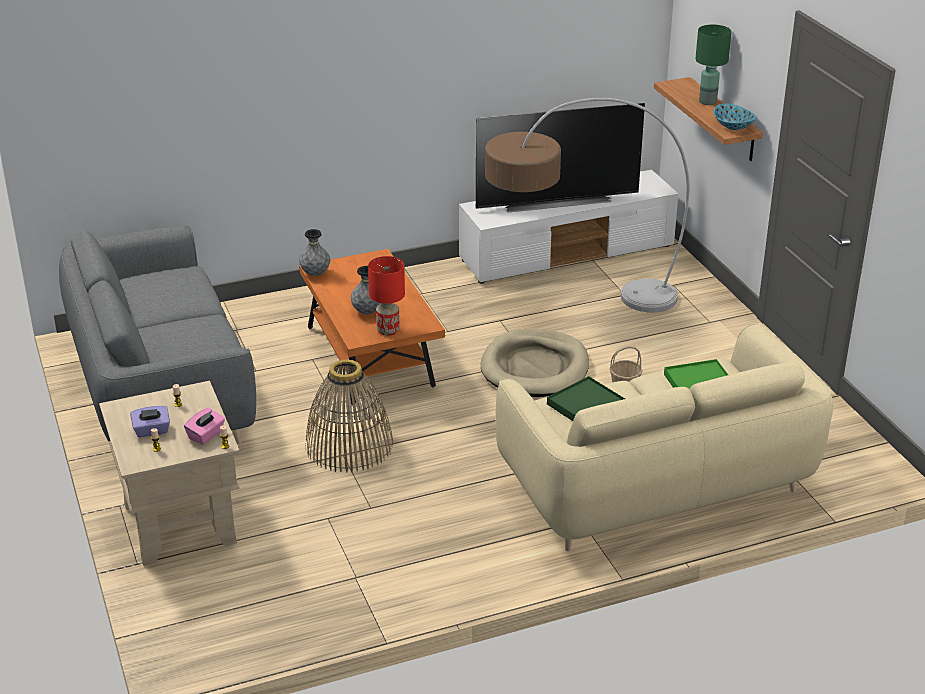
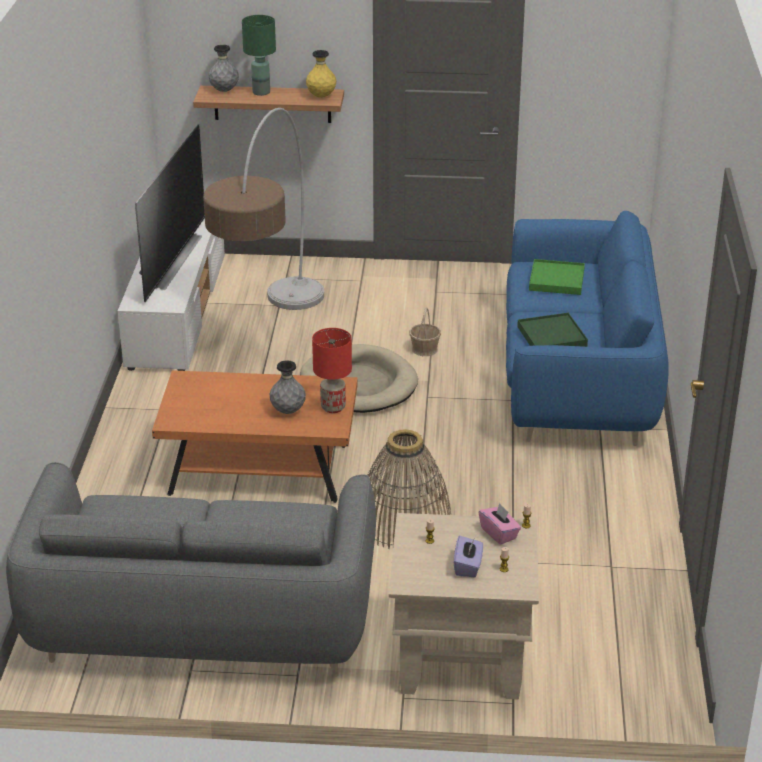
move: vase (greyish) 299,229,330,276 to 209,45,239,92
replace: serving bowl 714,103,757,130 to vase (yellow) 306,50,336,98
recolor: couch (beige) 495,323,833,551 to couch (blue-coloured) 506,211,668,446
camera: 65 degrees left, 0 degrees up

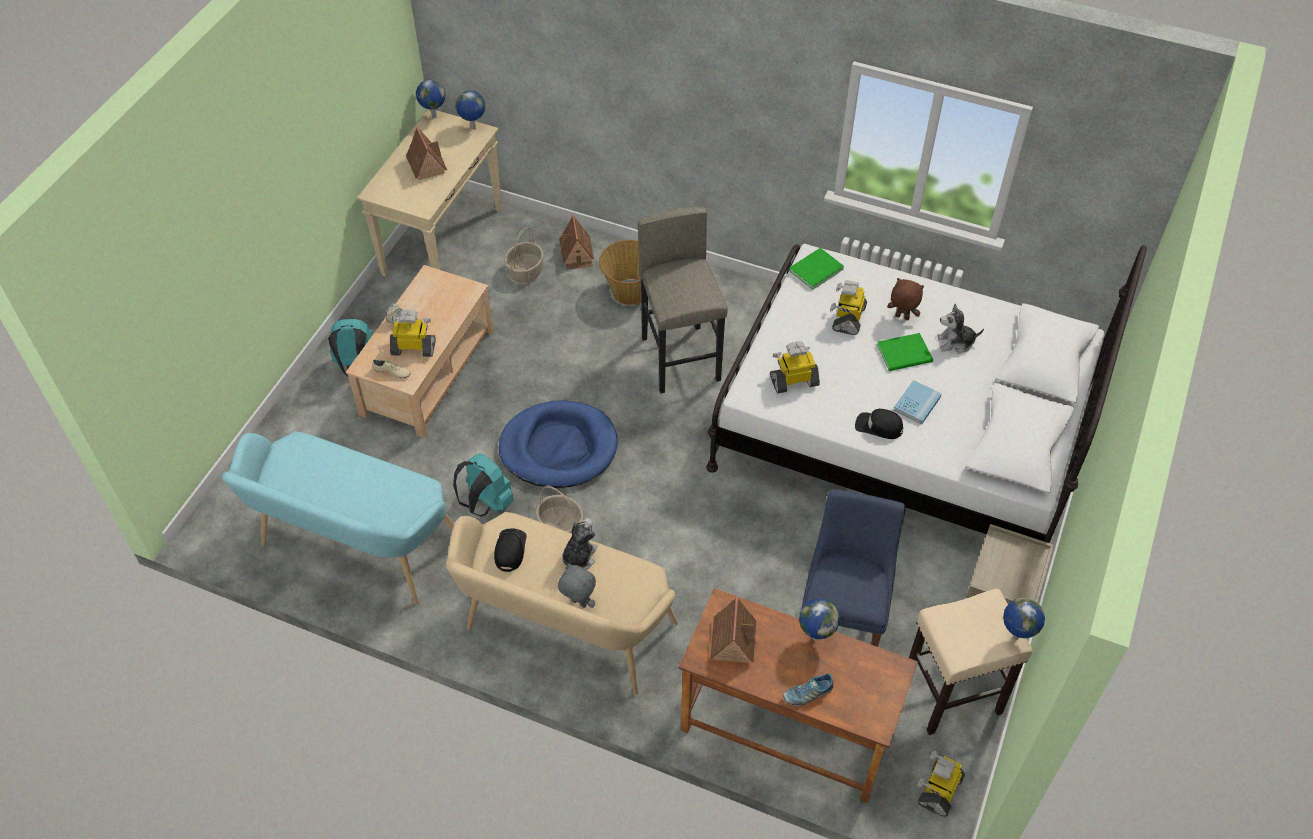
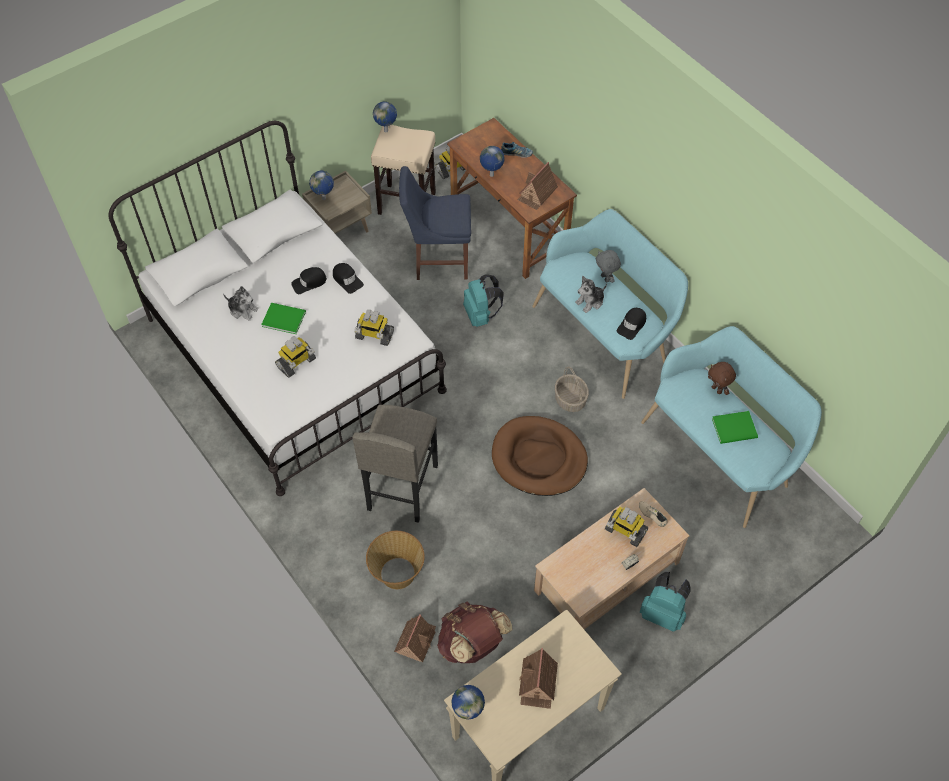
move: globe 416,79,446,119 to 309,171,334,200; knapsack (blue-green) 453,453,514,516 to 463,274,504,327; soft toy (brown) 887,278,924,320 to 708,362,736,395; volume (greenish) 788,248,844,290 to 712,411,758,444
replace: volume (blue-coloured) 893,380,942,424 to cap (black) 291,267,327,294; household basket 504,227,544,283 to knapsack (brown) 437,602,512,663
recolor: dog bed (blue-coloured) 499,400,618,488 to dog bed (brown) 492,416,588,496; bench (beige) 446,512,678,695 to bench (blue-green) 532,209,688,399
rotate: chair (blue-coloured) 802,489,905,647 = 399,166,471,280 45 degrees clockwise
camera: 150 degrees left, 5 degrees up

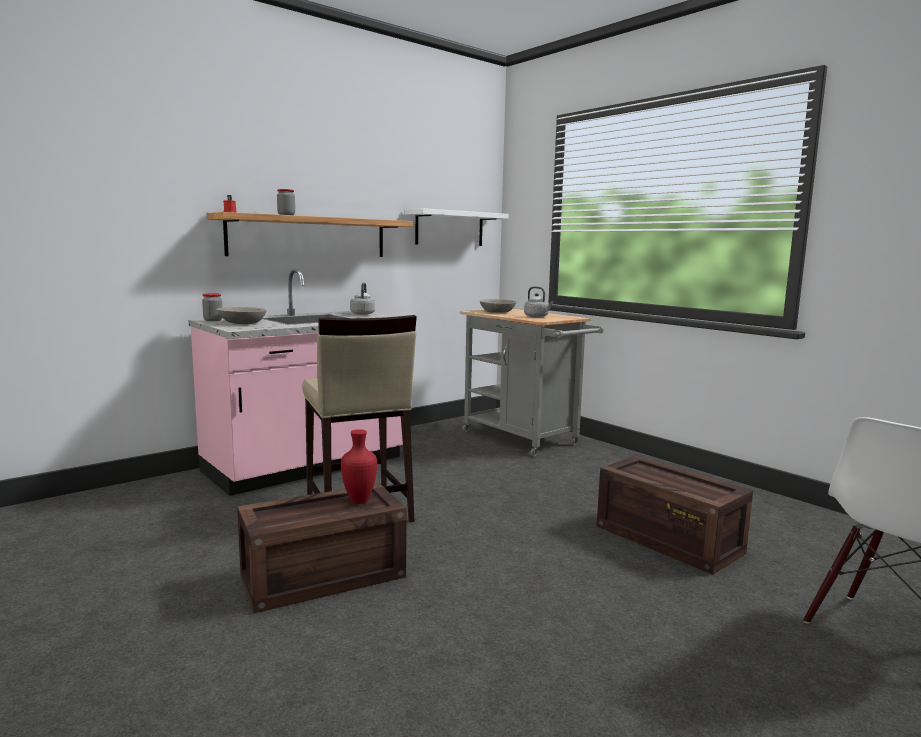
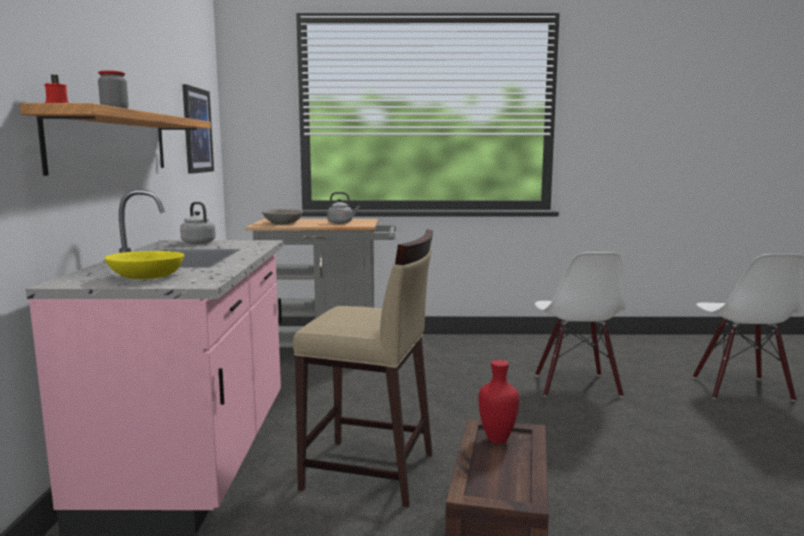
delete: jar 202,293,222,321
replace: wall shelf (whitish) 405,208,509,246 to wall picture 182,84,214,174; crate 597,456,753,575 to chair (whitish) 535,252,626,397
recolor: serving bowl (greyish) 216,307,267,324 to serving bowl (yellow) 104,251,184,279
camera: 50 degrees left, 0 degrees up

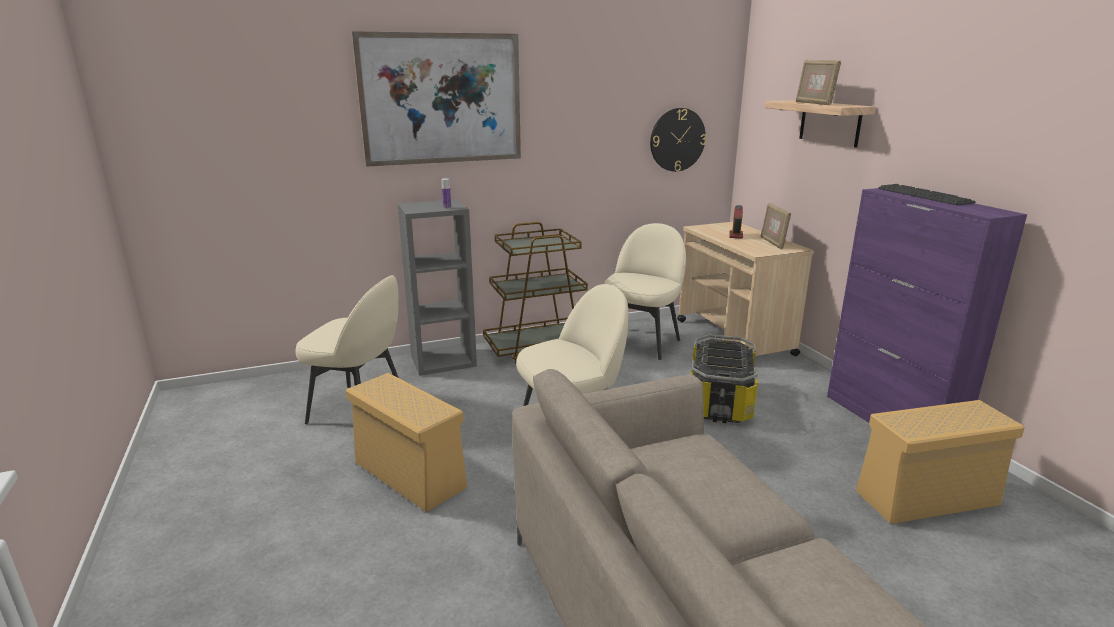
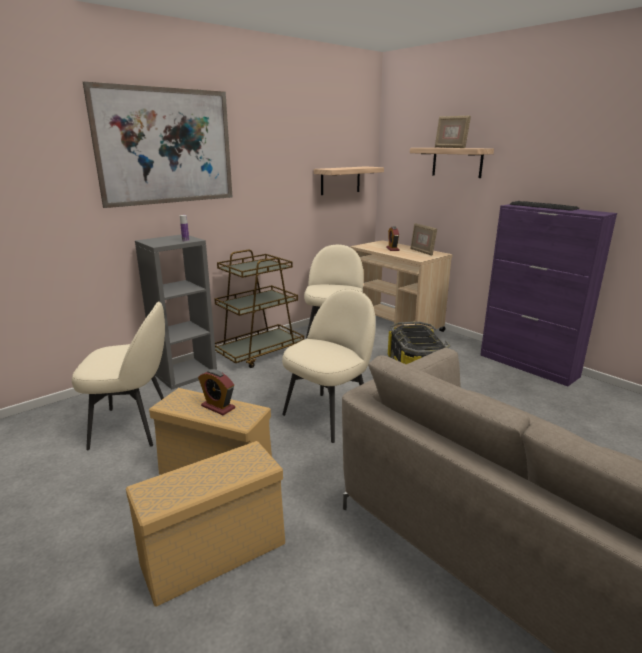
insert: bedside clock 198,369,235,415
move: storage box (beige) 856,400,1025,524 to 126,441,285,607
replace: hanging clock 650,108,706,172 to wall shelf 314,166,384,195
camera: 20 degrees left, 0 degrees up

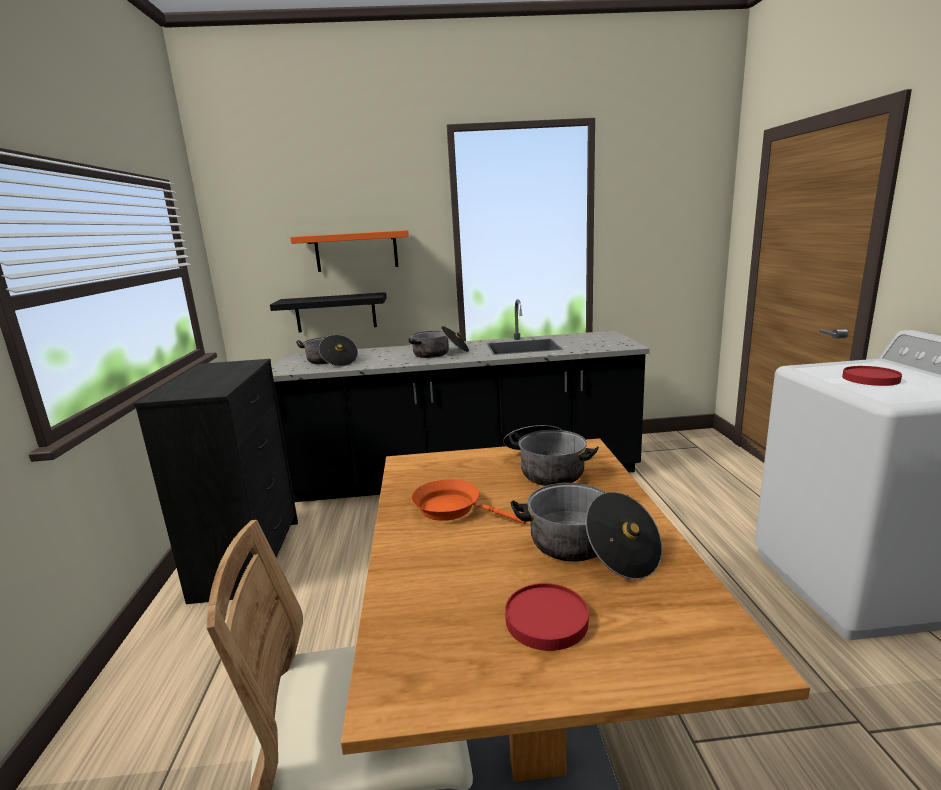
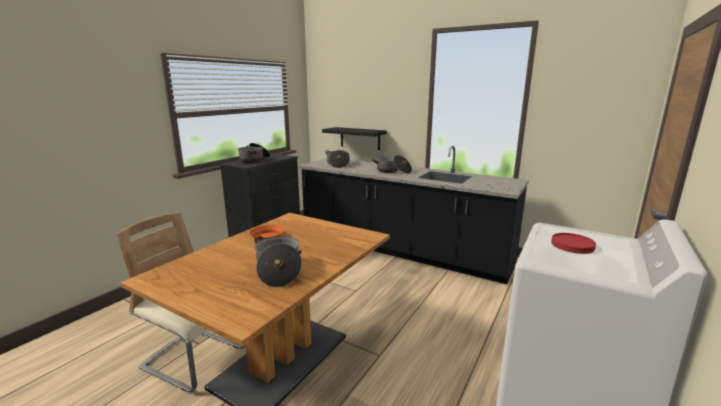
delete: wall shelf (orange) 290,230,409,272; dinner plate (red-coloured) 505,583,589,651
move: stockpot 503,425,599,486 to 238,143,270,163
camera: 35 degrees right, 0 degrees up

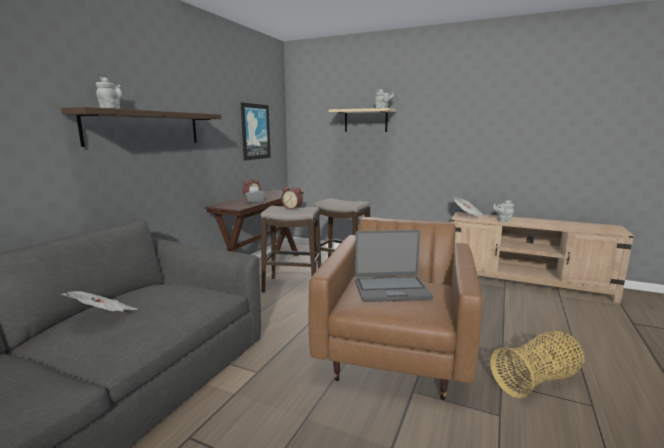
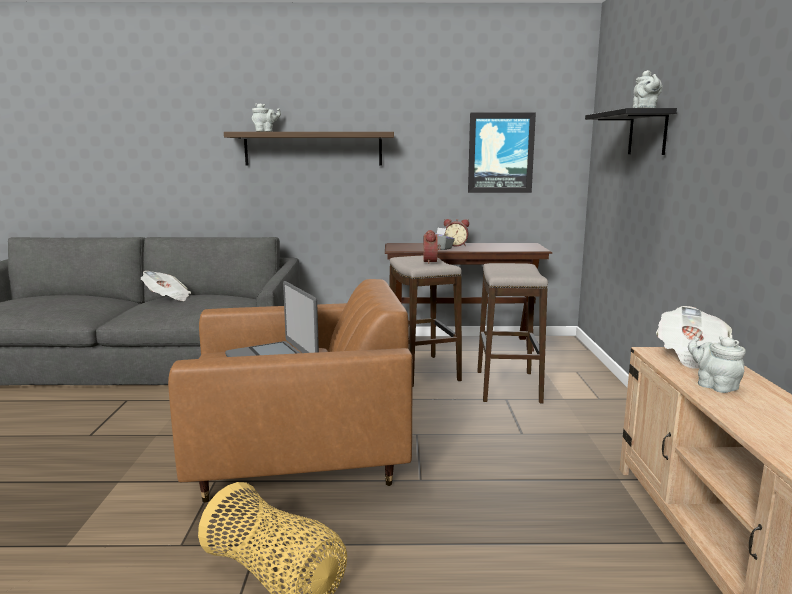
recolor: wall shelf (beige) 329,108,396,132 to wall shelf (black) 585,108,677,155
camera: 65 degrees right, 0 degrees up

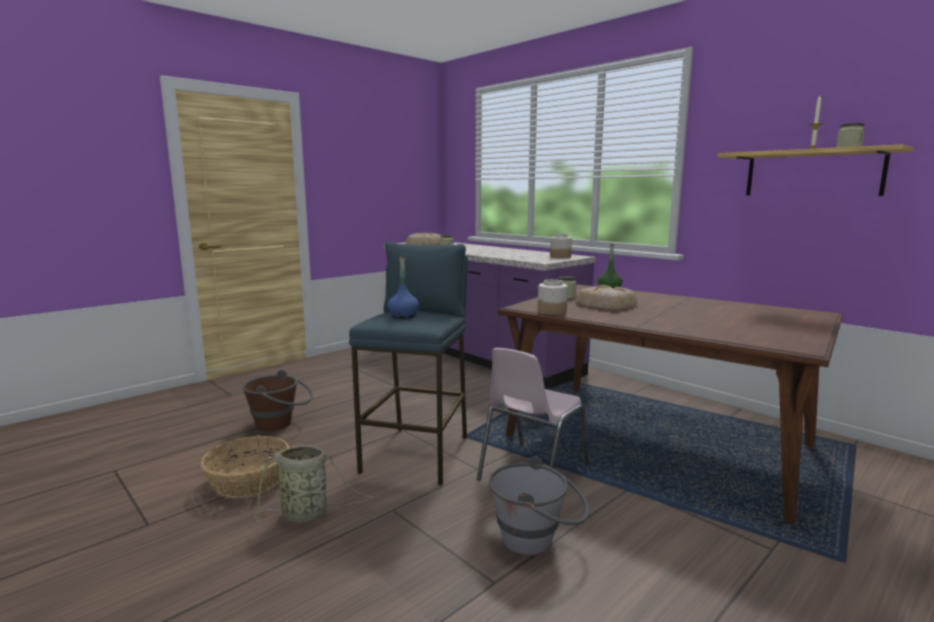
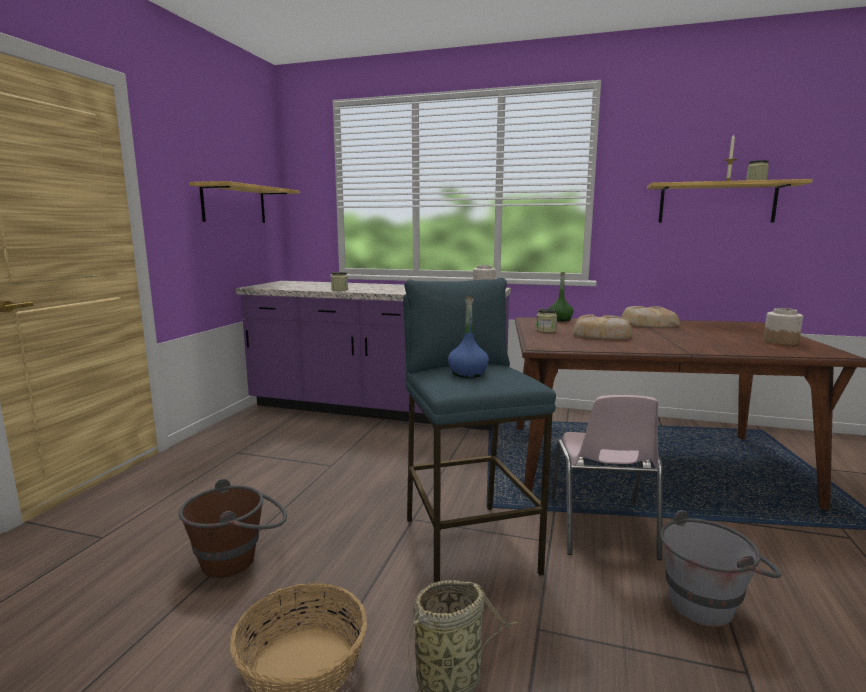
insert: wall shelf 189,181,300,223
move: bread 406,233,441,245 to 621,306,680,327; jar 538,279,568,315 to 763,308,803,345
camera: 30 degrees left, 0 degrees up

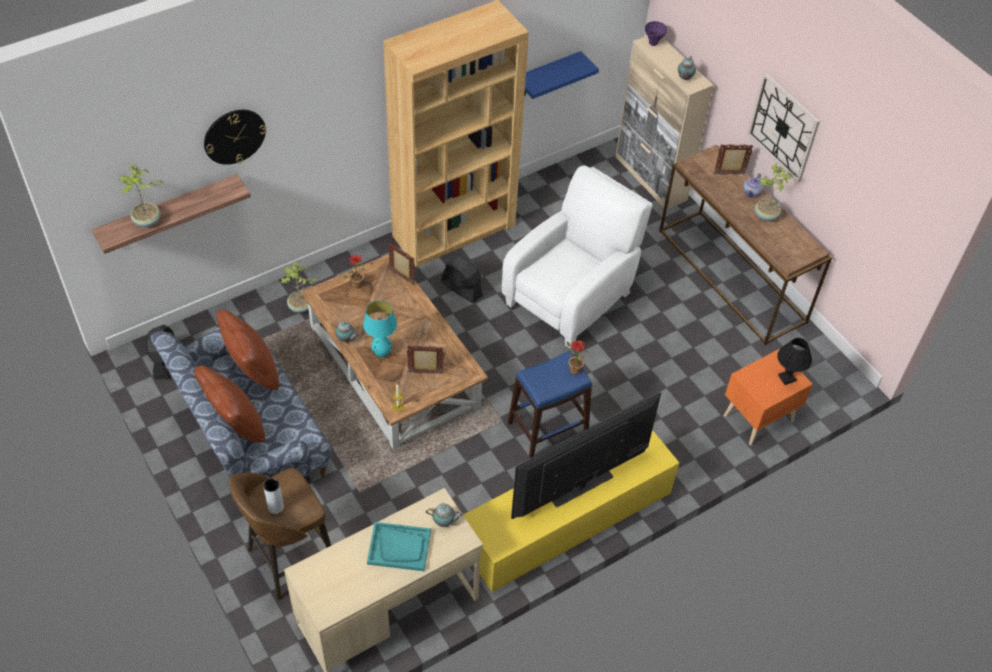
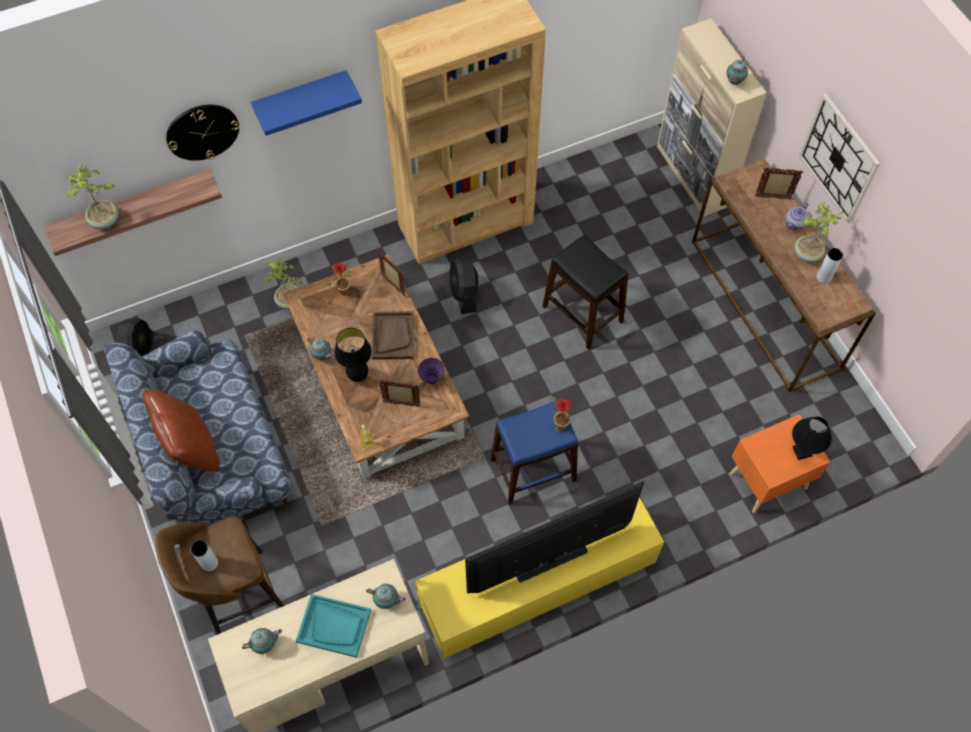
delete: throw pillow (brown) 216,310,279,390
insert: teapot 242,628,282,654; carrying tray (brown) 372,311,414,360; vase (greyish) 817,248,843,283
move: wall shelf (blue-coloured) 524,51,599,99 to 251,70,362,136; vase (purple) 645,21,667,46 to 418,358,445,385
replace: easy chair (whitish) 502,165,653,348 to stool seat (black) 543,235,628,350
recolor: tabletop lamp (blue-green) 363,300,397,357 to tabletop lamp (black) 335,328,372,382
rotate: electric fan (black) 441,254,483,303 = 449,258,478,314 150 degrees counterclockwise
camera: 10 degrees right, 10 degrees up

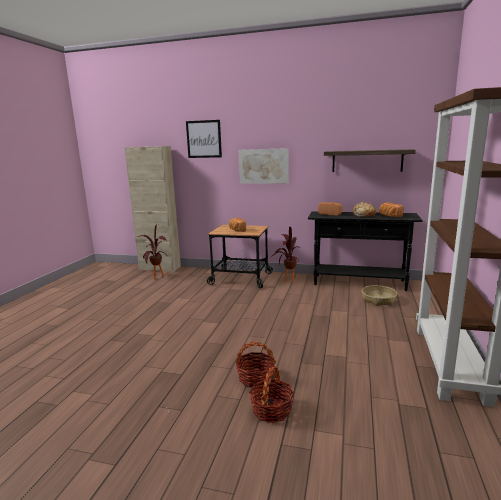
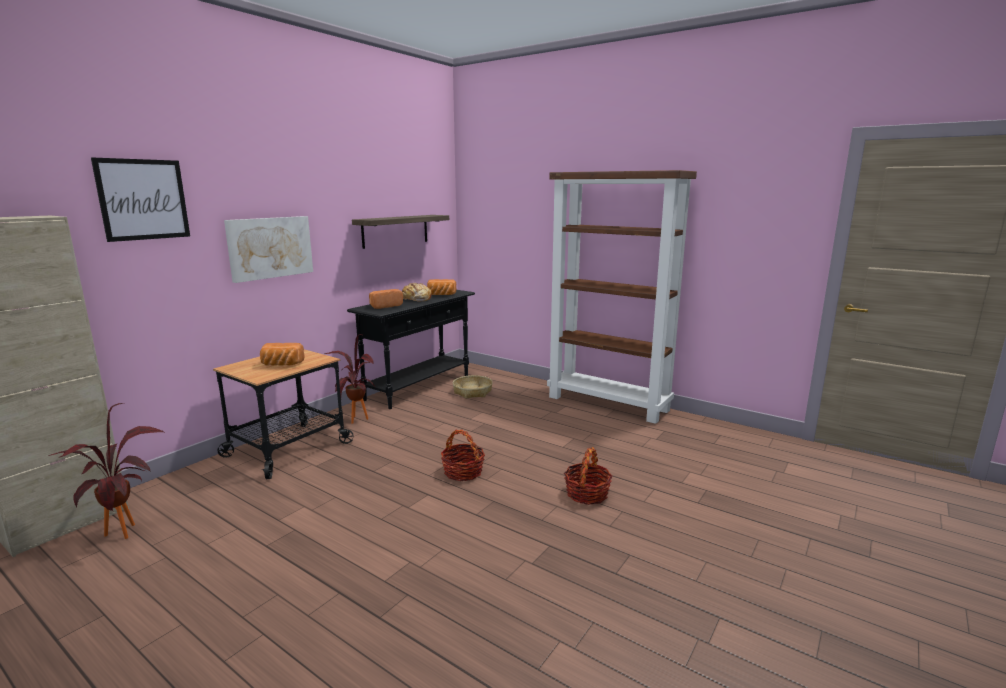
move: household basket 249,367,294,423 to 441,429,485,481
camera: 70 degrees left, 0 degrees up

